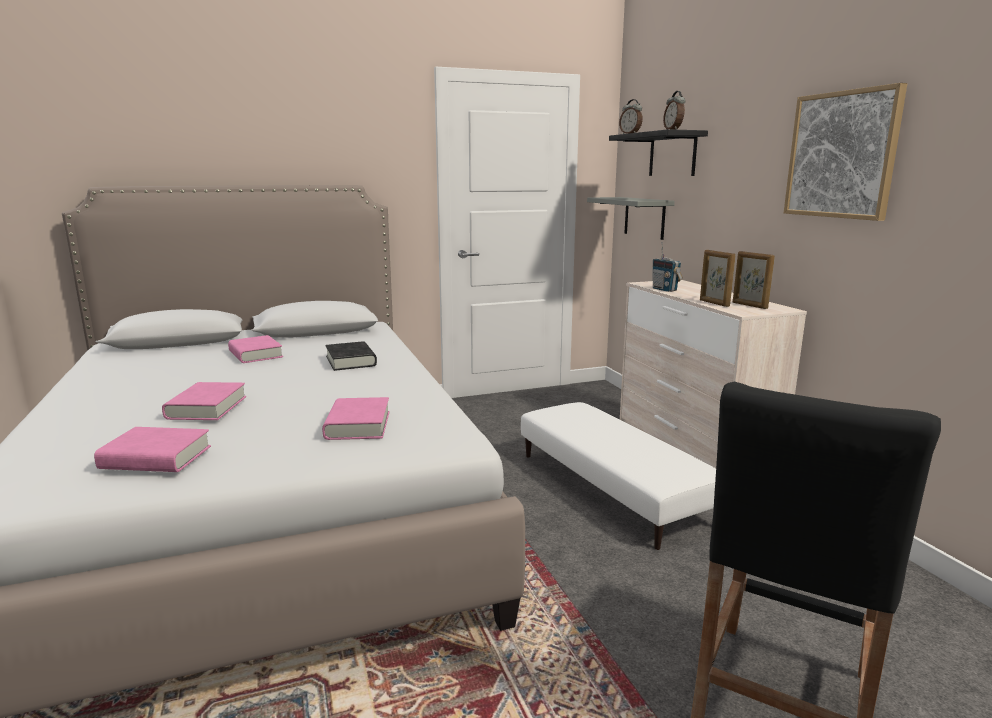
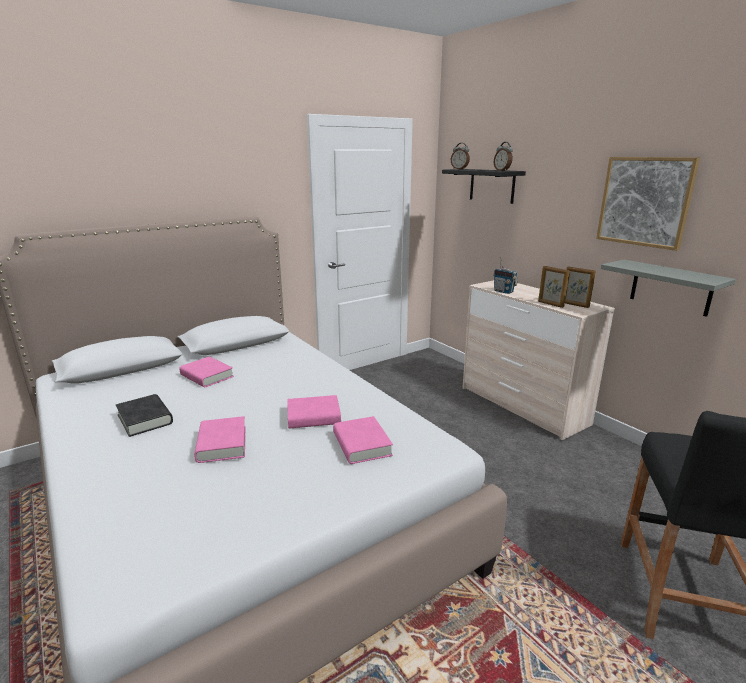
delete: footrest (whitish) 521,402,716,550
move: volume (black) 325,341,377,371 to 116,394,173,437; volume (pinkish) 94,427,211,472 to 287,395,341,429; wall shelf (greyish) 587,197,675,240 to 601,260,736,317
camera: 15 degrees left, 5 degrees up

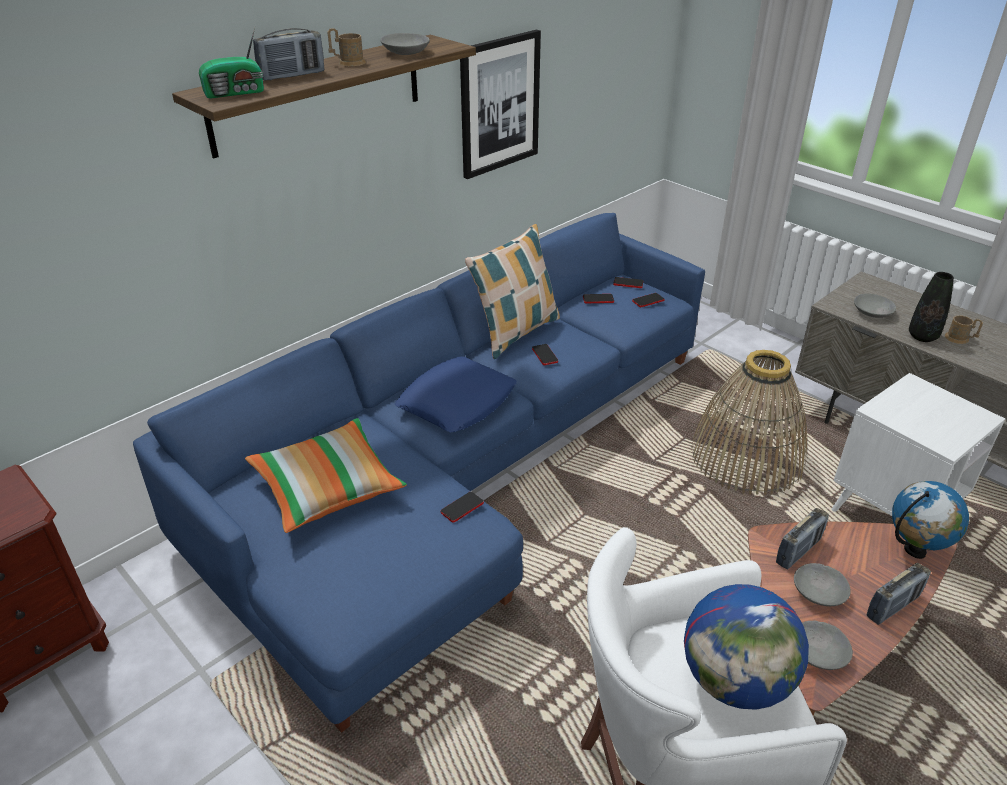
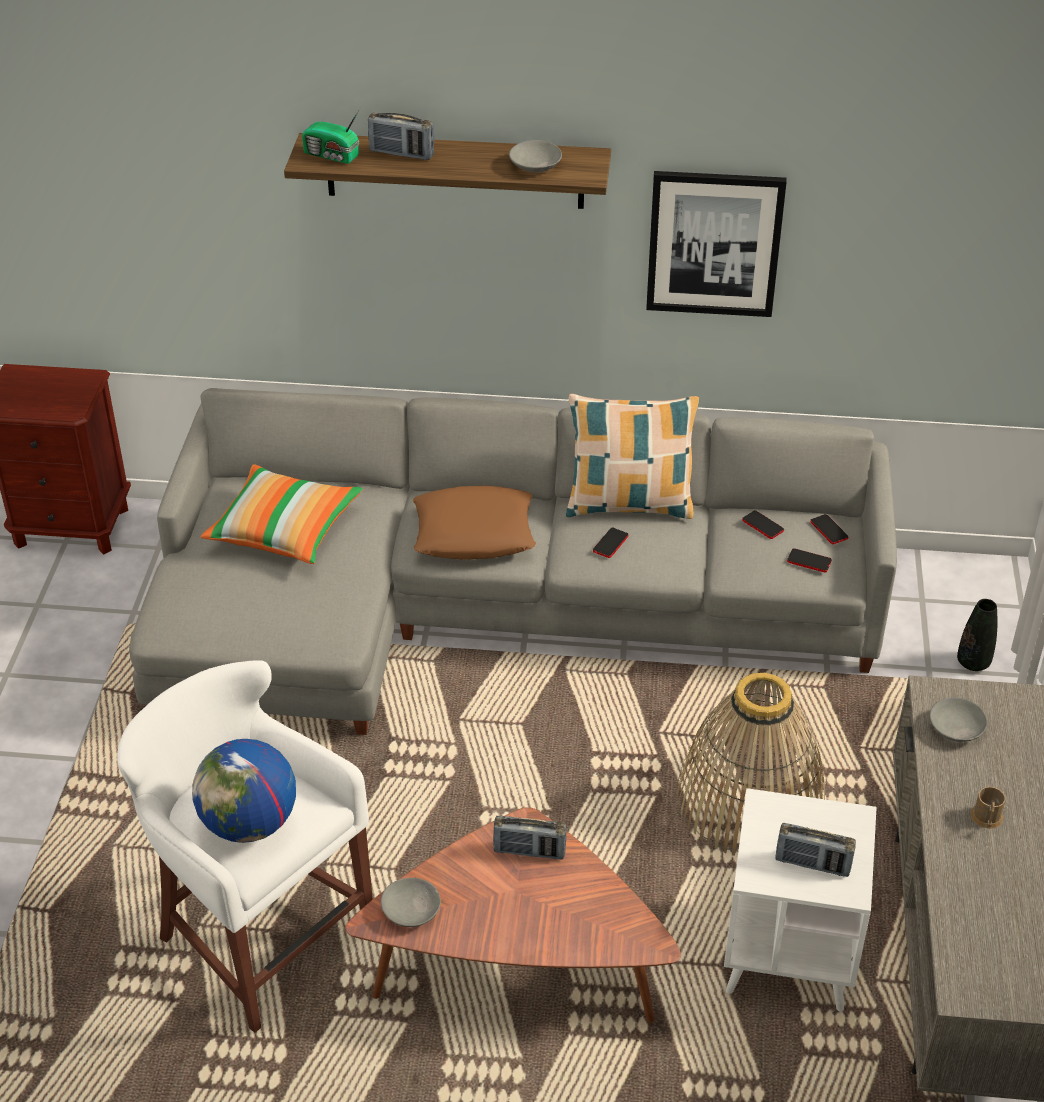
delete: coffee mug (brown) 327,28,366,66; handset 440,492,484,523; serving bowl (greyish) 794,563,851,606; globe 892,481,969,559
move: radio receiver 867,563,931,625 to 775,823,856,877; vase (black) 909,272,954,342 to 957,599,997,671
recolor: couch (blue-coloured) 133,213,705,733 to couch (greyish) 129,388,897,735; throw pillow (blue-coloured) 395,356,517,432 to throw pillow (brown) 413,485,536,560
camera: 50 degrees right, 5 degrees up

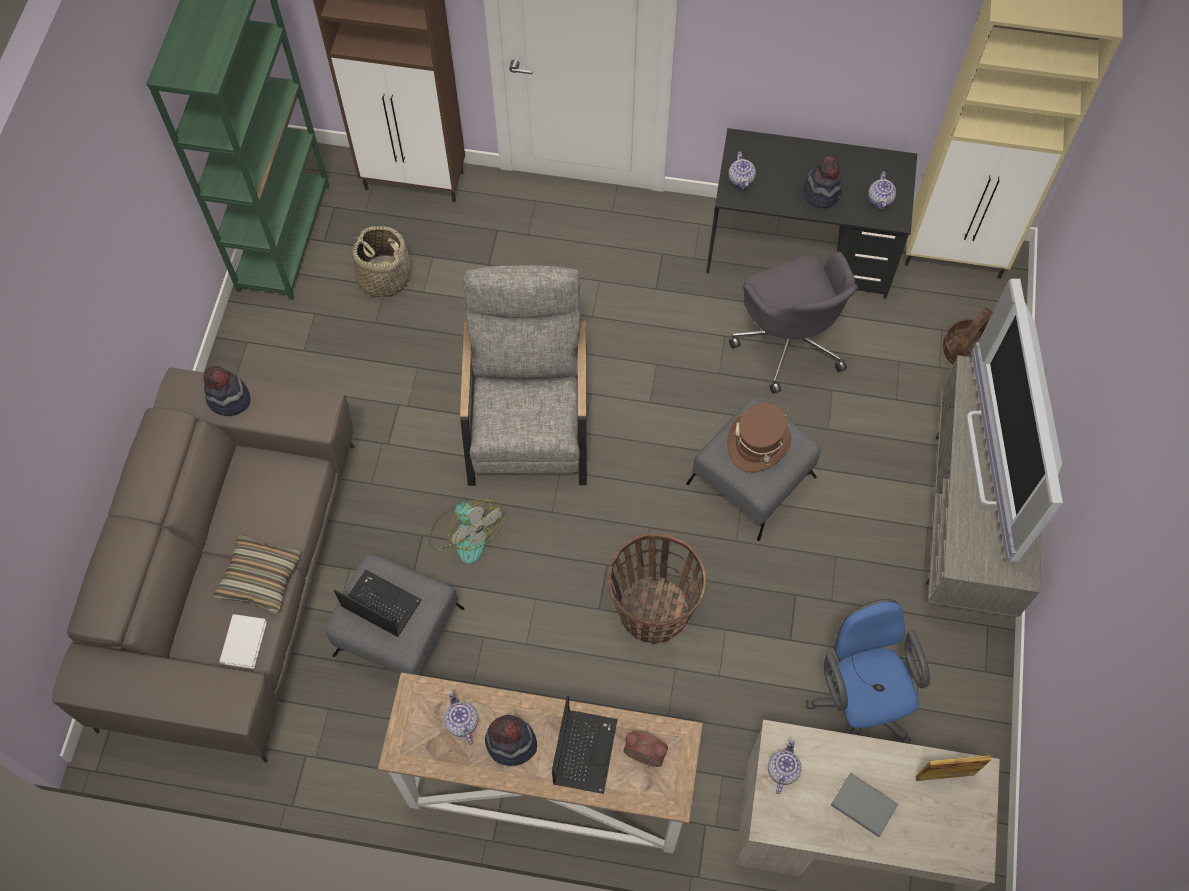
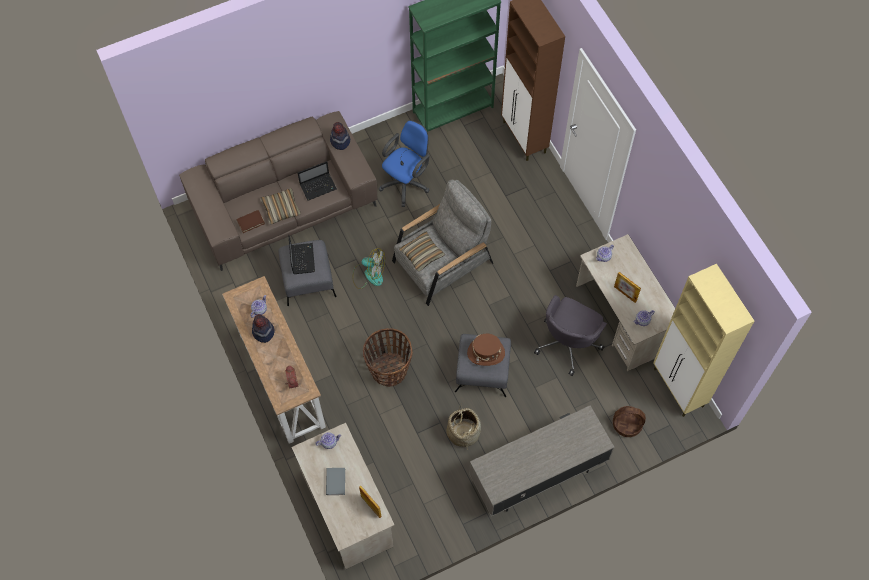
delete: TV set 966,279,1063,561
insert: throw pillow 399,231,445,272
move: notebook computer 552,696,618,794 to 298,161,337,201; office chair (blue-coloured) 806,599,930,744 to 379,120,430,207; household basket 347,226,414,298 to 446,407,481,450
replace: clothing hat 803,156,842,208 to standing frame 614,272,641,303
recolor: volume (whitish) 219,614,267,669 to volume (brown) 236,210,265,233; desk (black) 706,128,917,298 to desk (beige) 576,234,675,371
rotate: electric fan 429,499,503,564 = 352,248,385,289 90 degrees counterclockwise
camera: 55 degrees right, 0 degrees up

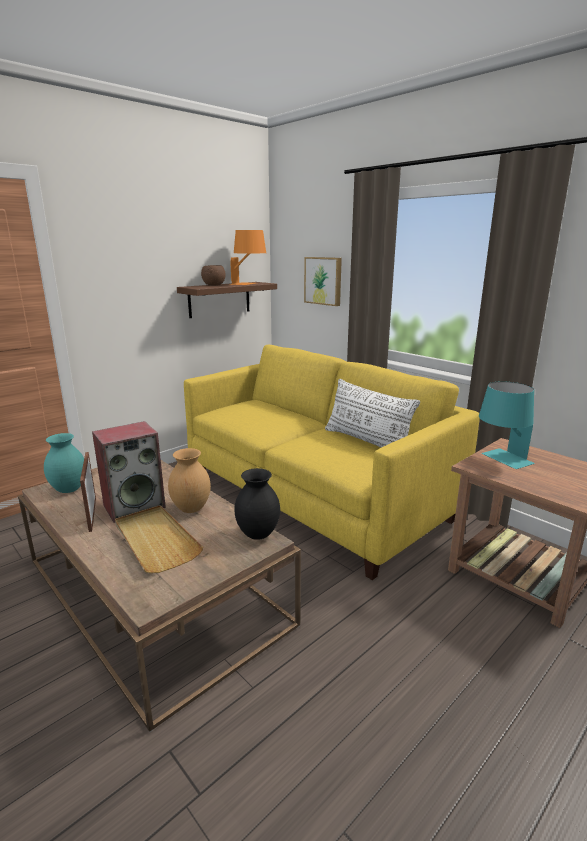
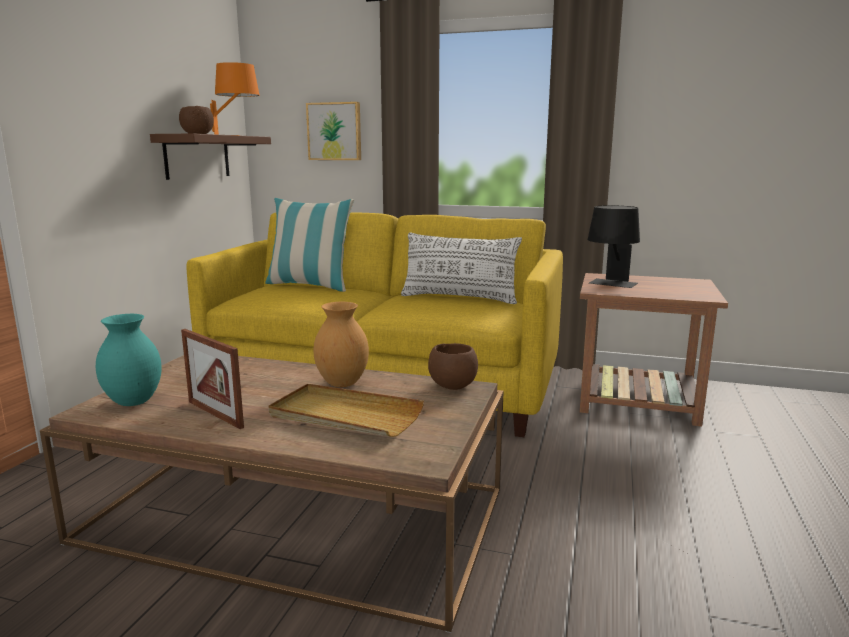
delete: audio speaker 92,421,166,523
insert: throw pillow 265,198,354,292
replace: vase (black) 234,468,280,540 to serving bowl (brown) 428,343,478,390
recolor: tabletop lamp (blue-green) 479,382,535,469 to tabletop lamp (black) 588,205,640,288
camera: 30 degrees left, 5 degrees down

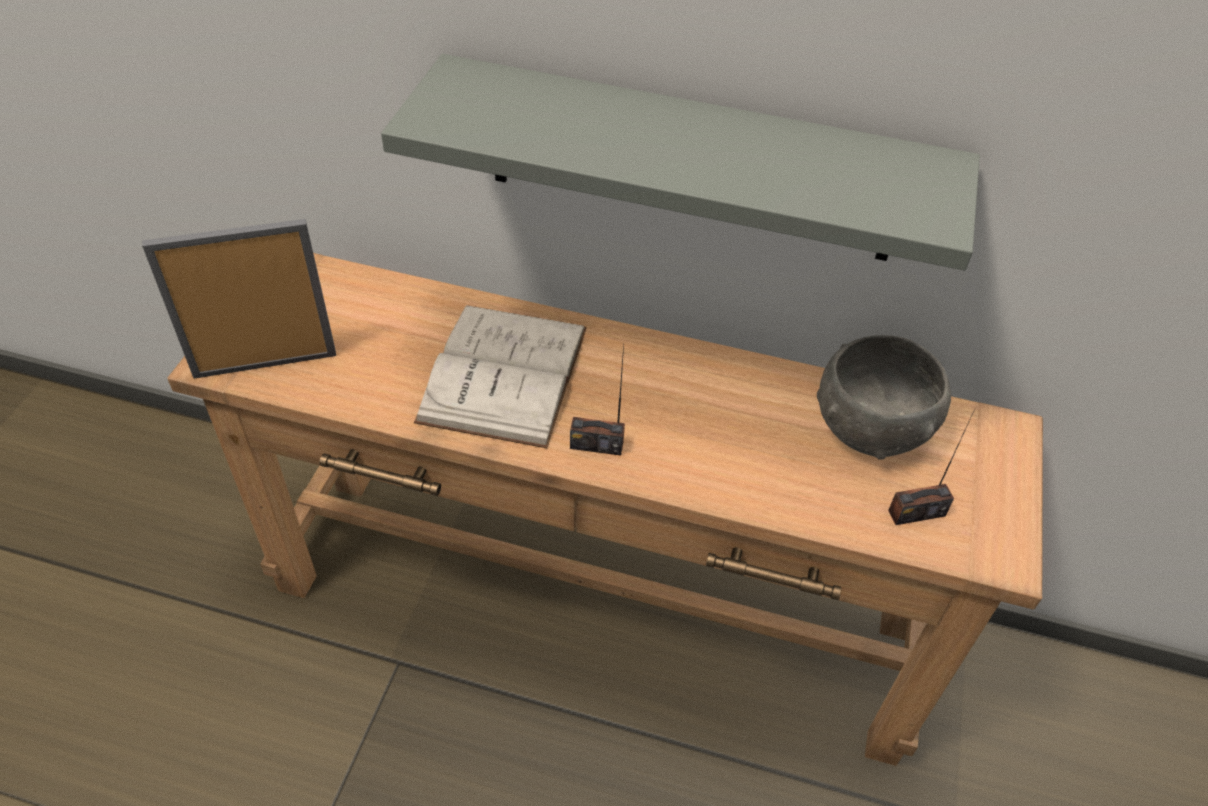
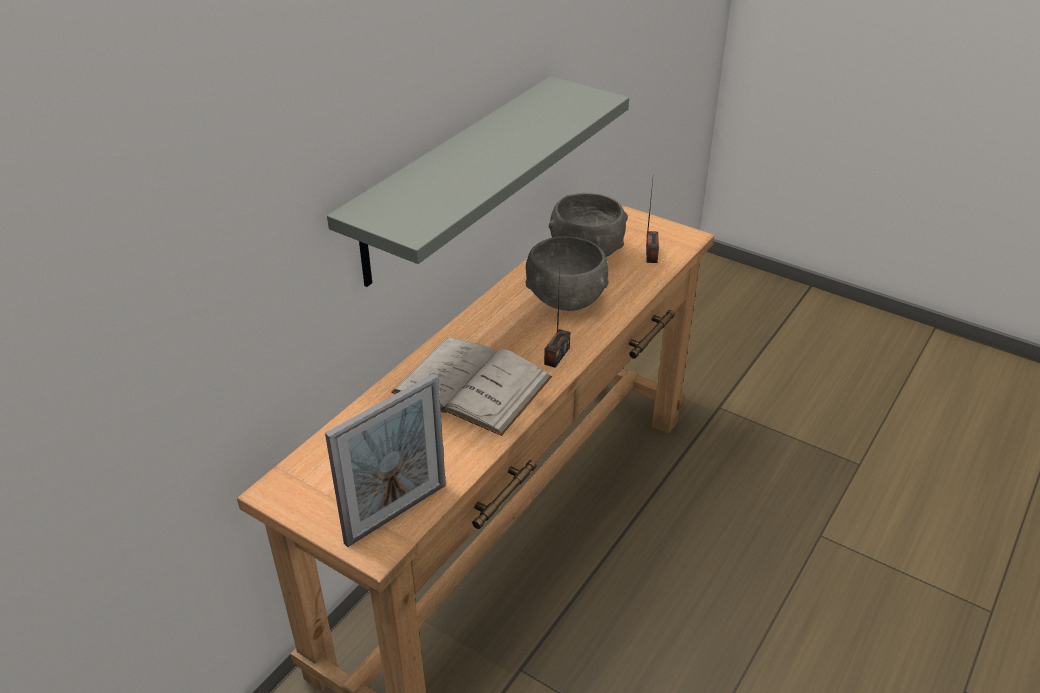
insert: serving bowl (greyish) 525,236,609,311
rotate: standing frame 142,219,336,379 = 325,373,446,547 135 degrees counterclockwise
camera: 70 degrees left, 10 degrees down

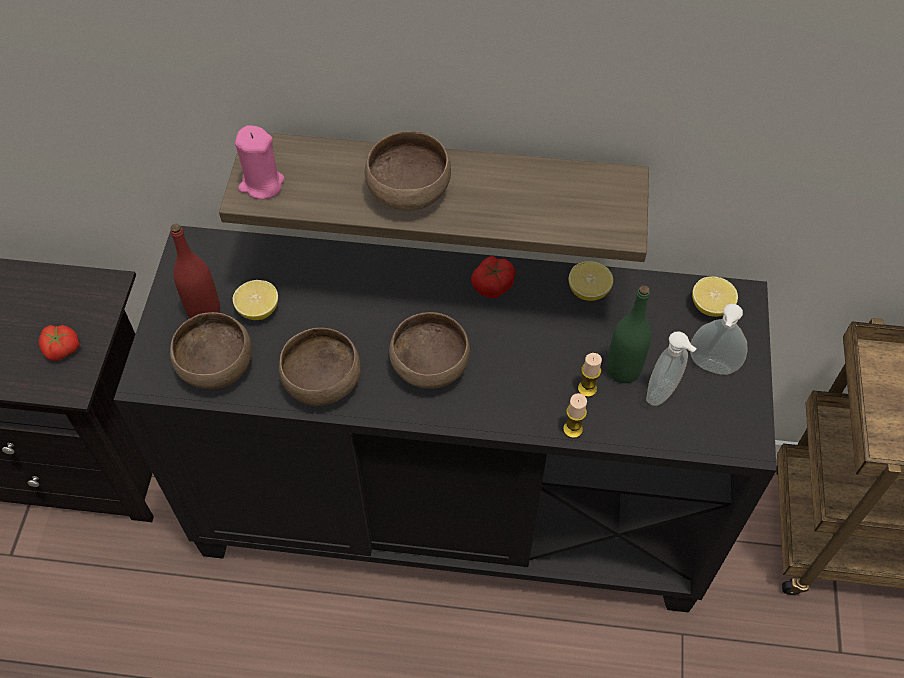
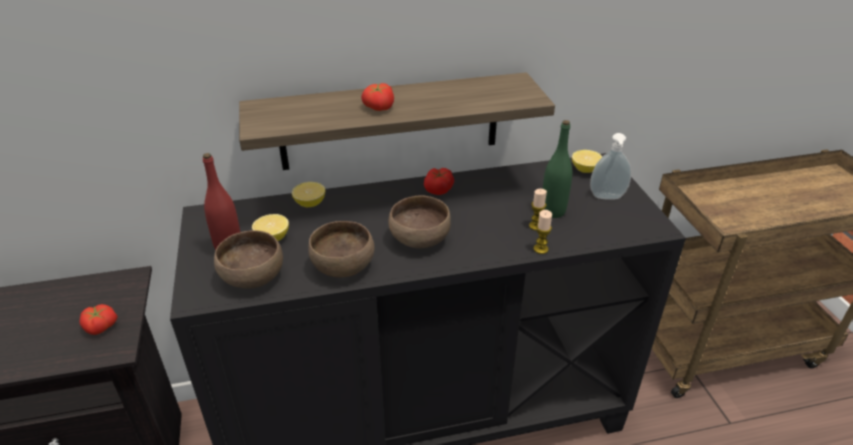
delete: wax candle (pinkish) 235,125,285,199; liquid soap bottle 646,331,697,406
move: lemon 569,261,613,301 to 292,182,325,207
replace: serving bowl (brown) 365,131,451,211 to fresh tomato 361,83,394,111
camera: 20 degrees left, 20 degrees down

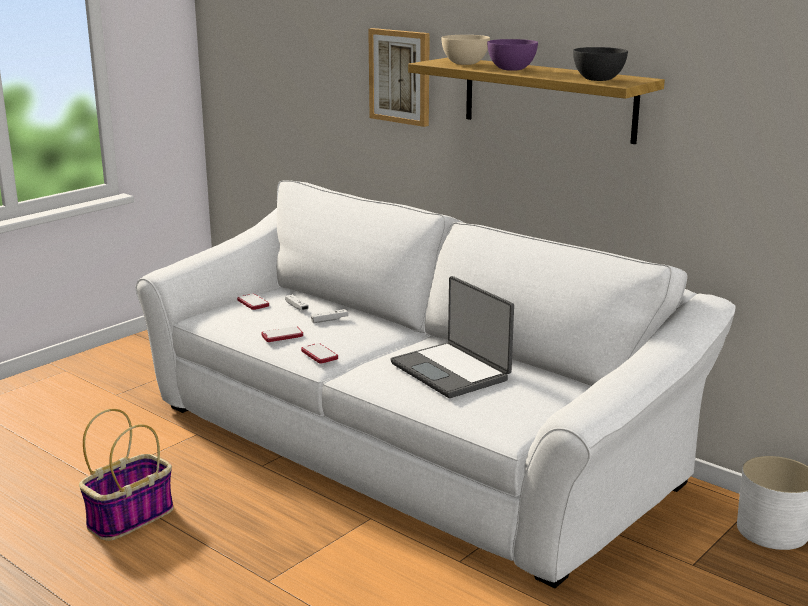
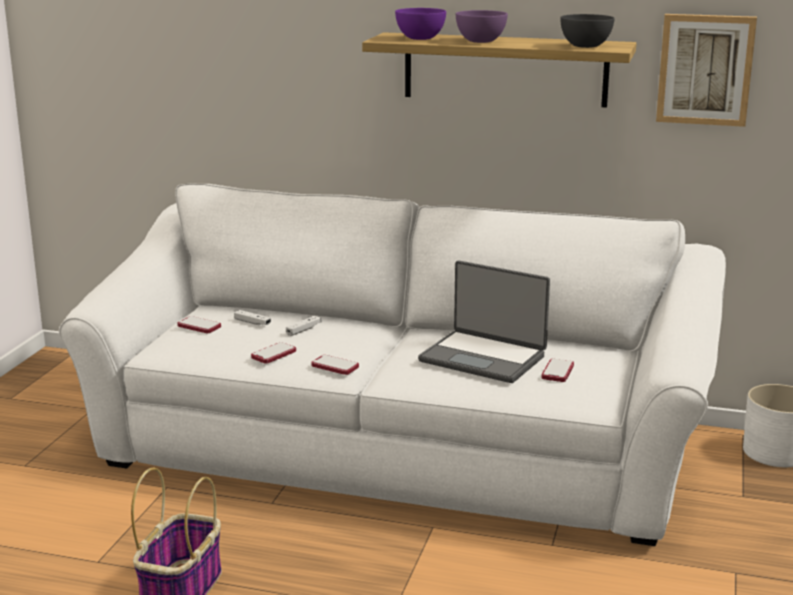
insert: handset 541,359,574,382
move: wall picture 368,28,430,127 to 656,14,757,127
recolor: serving bowl (beige) 441,35,490,65 to serving bowl (purple) 395,8,446,40
camera: 25 degrees left, 0 degrees up

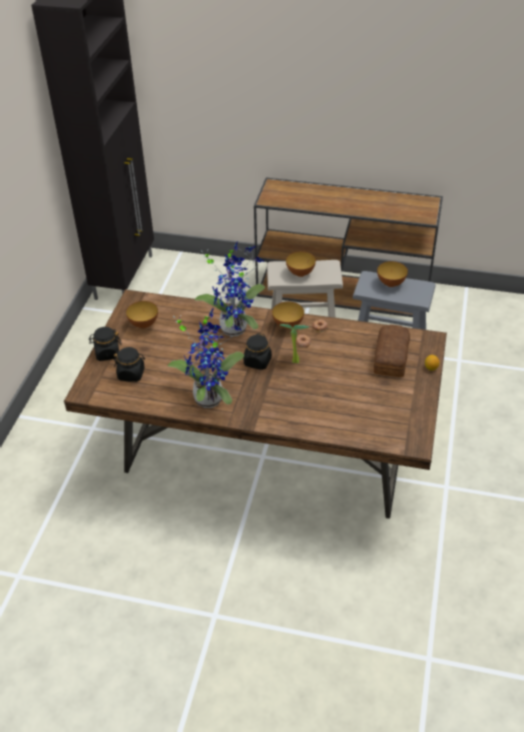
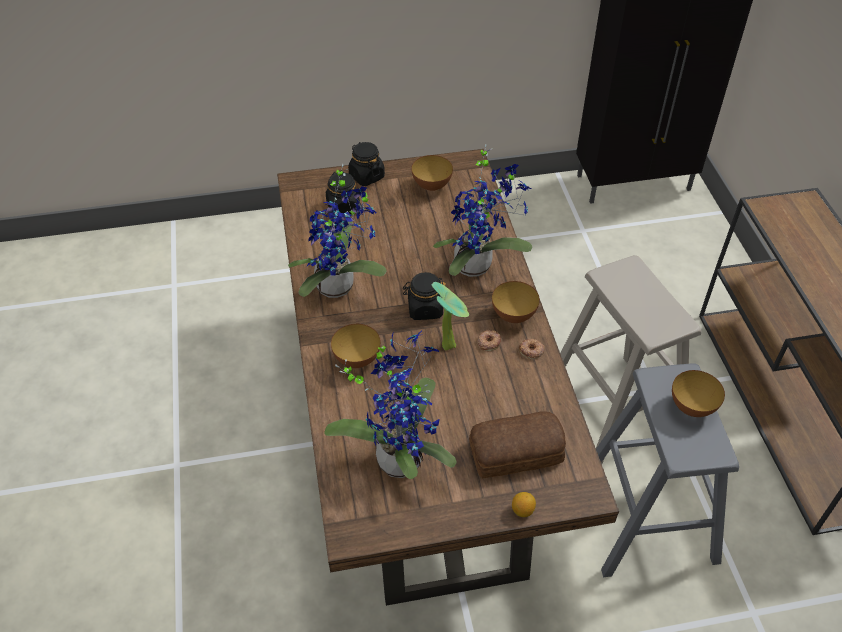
insert: plant in a pot 324,331,457,479
move: serving bowl 286,251,316,277 to 331,324,381,368
camera: 65 degrees right, 5 degrees up

